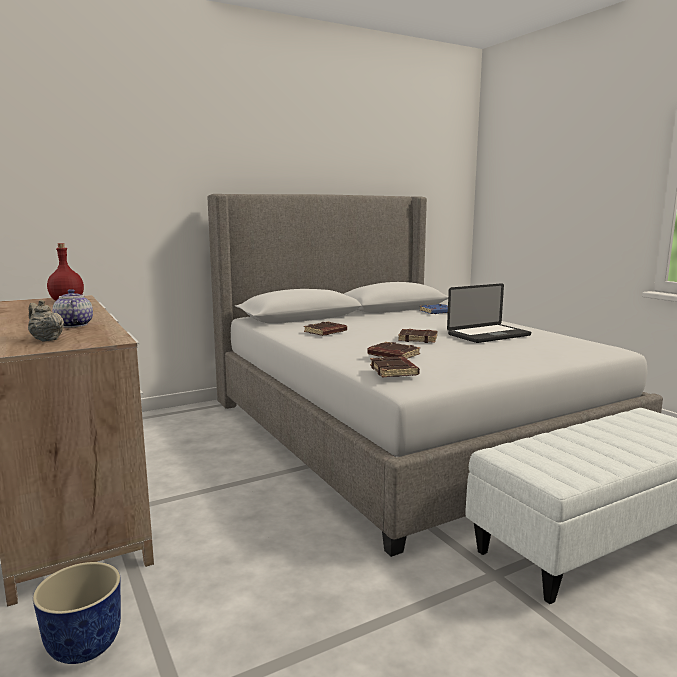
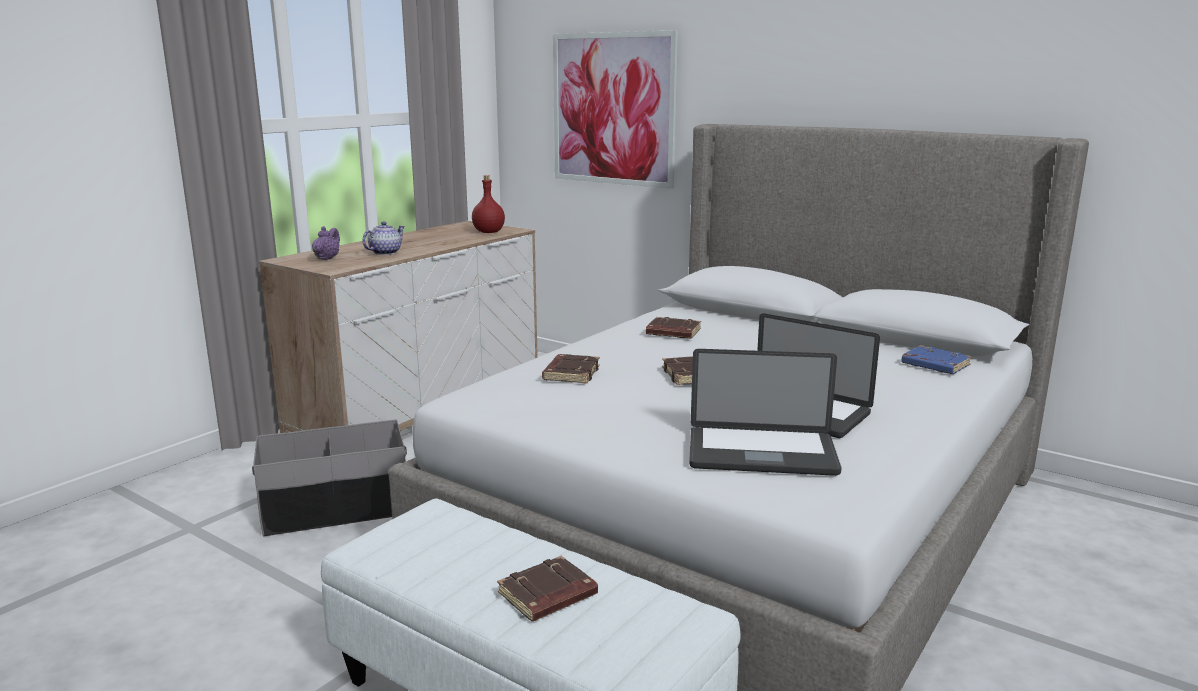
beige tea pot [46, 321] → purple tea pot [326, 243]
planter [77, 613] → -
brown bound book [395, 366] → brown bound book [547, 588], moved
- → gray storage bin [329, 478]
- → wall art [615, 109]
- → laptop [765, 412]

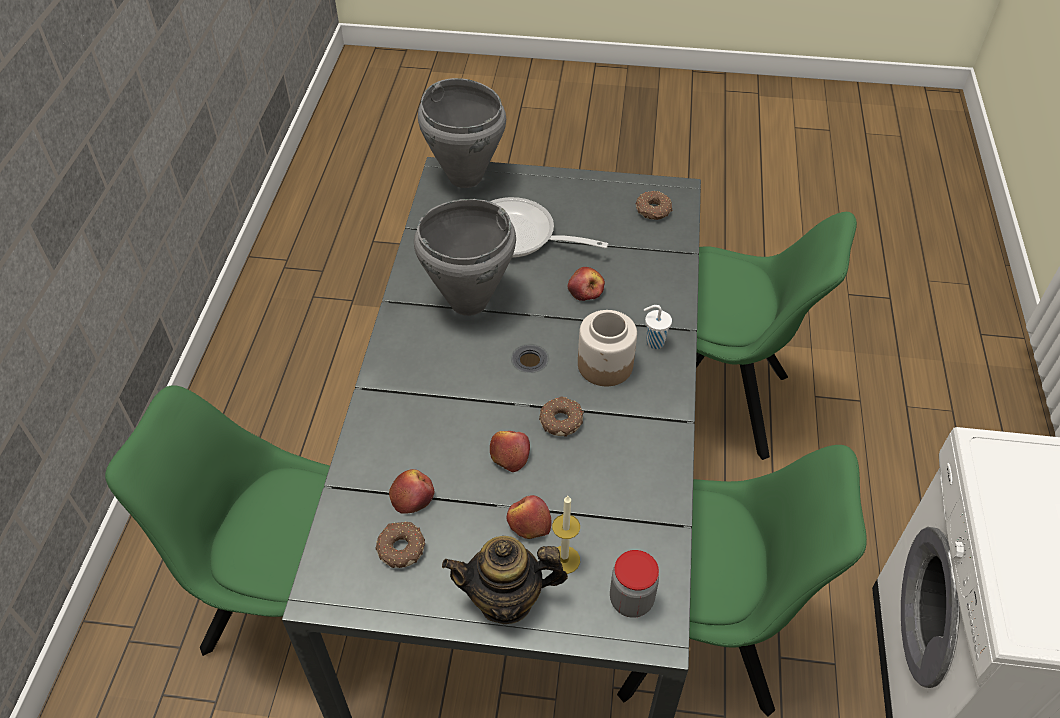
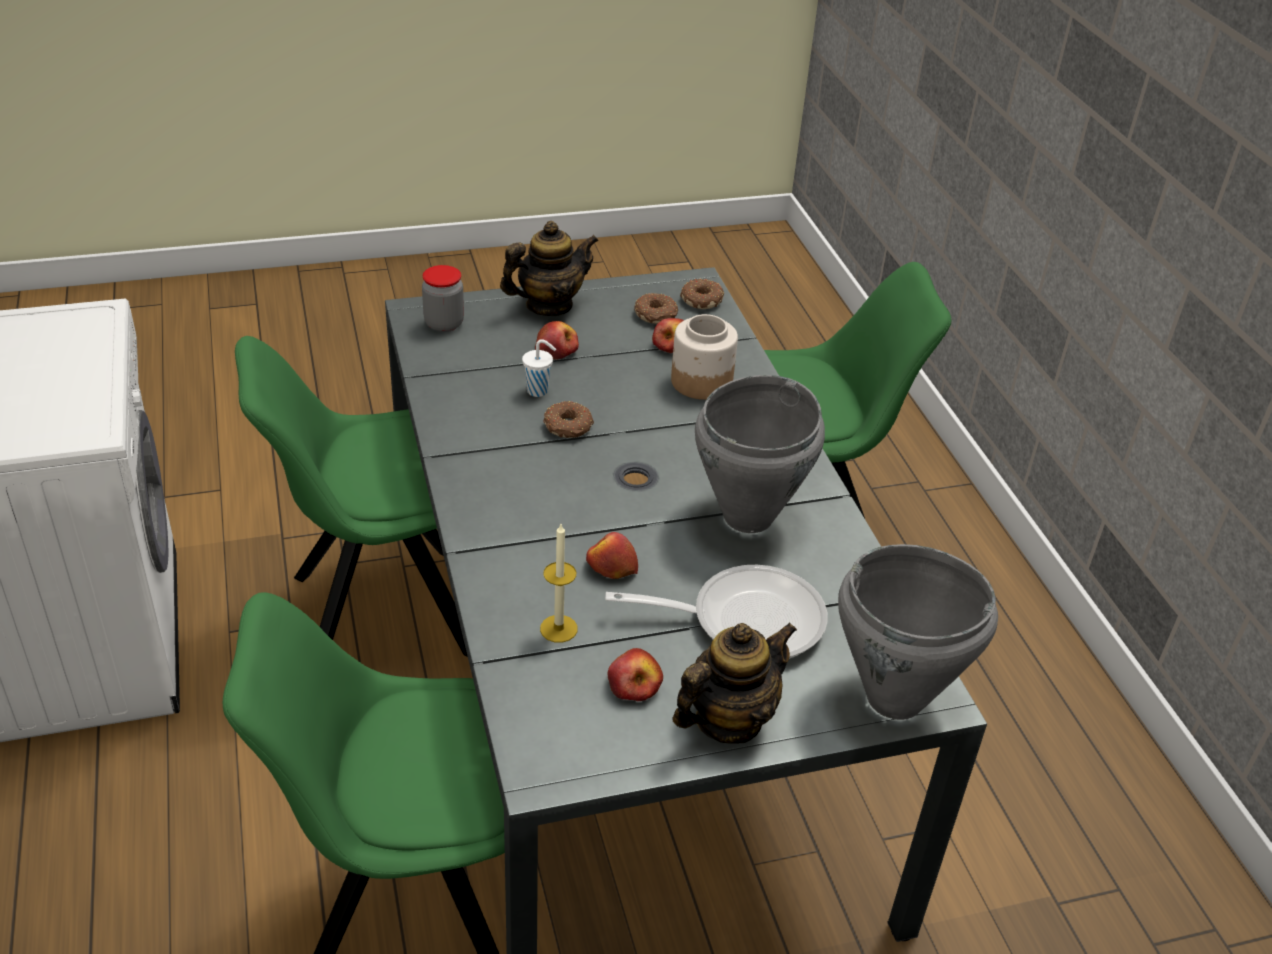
apple [510, 451] → apple [635, 674], moved
wax light [566, 535] → wax light [559, 583], moved
jar [607, 348] → jar [704, 357], moved
doughnut [654, 205] → doughnut [702, 294], moved
whitish small cup [658, 327] → whitish small cup [539, 368], moved
- → tea pot [735, 683]

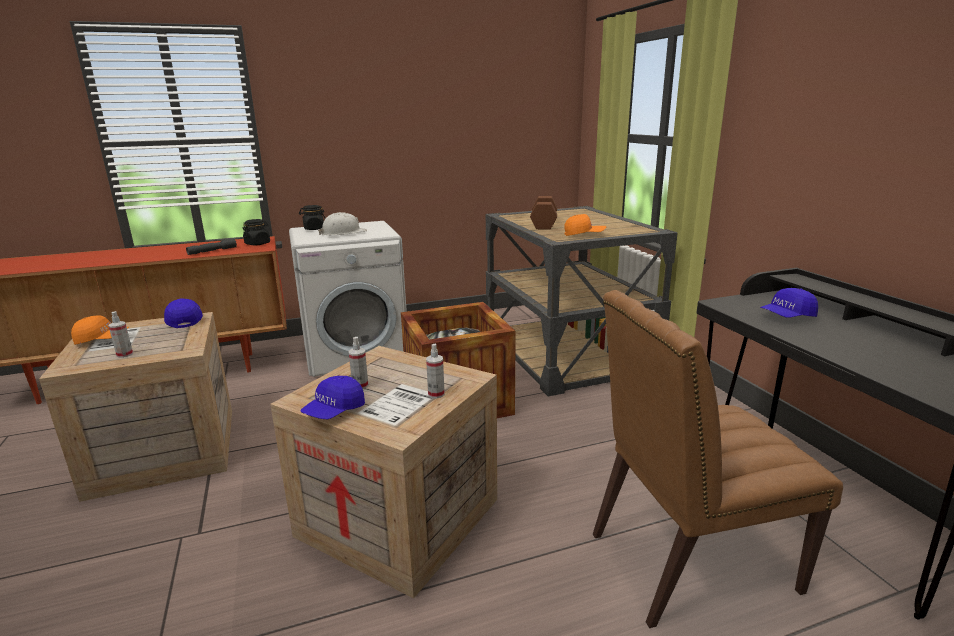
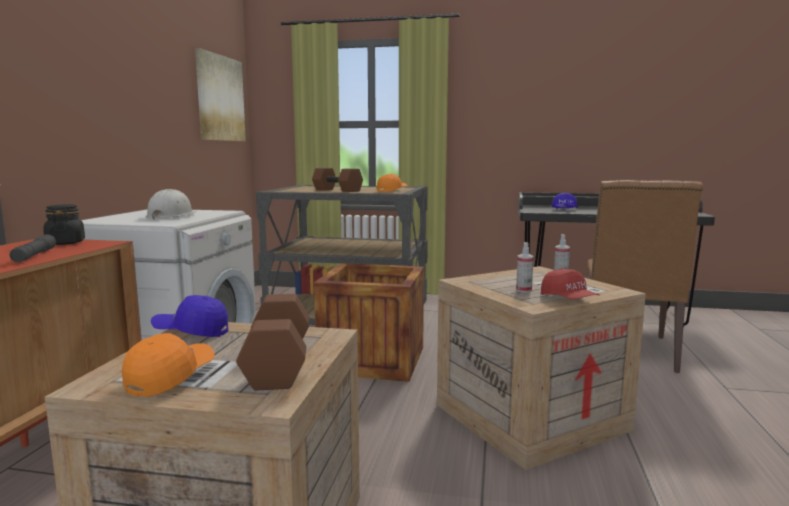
sprayer [120, 334] → brown free weight [273, 342]
black jar [312, 217] → -
blue peaked cap [332, 397] → red peaked cap [570, 283]
- → wall art [220, 94]

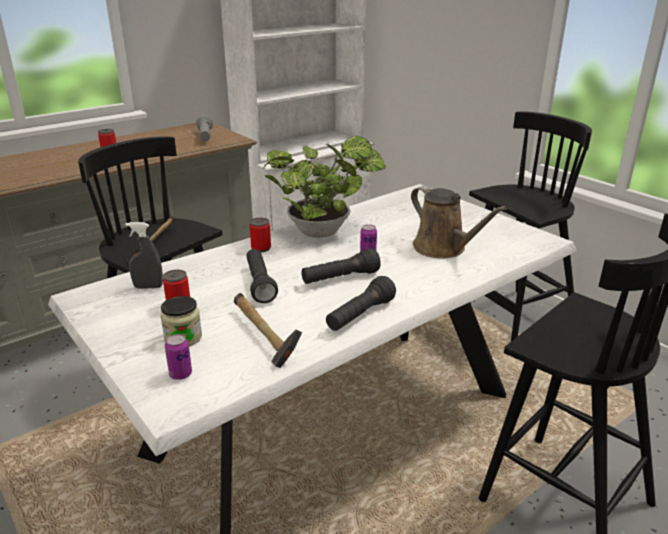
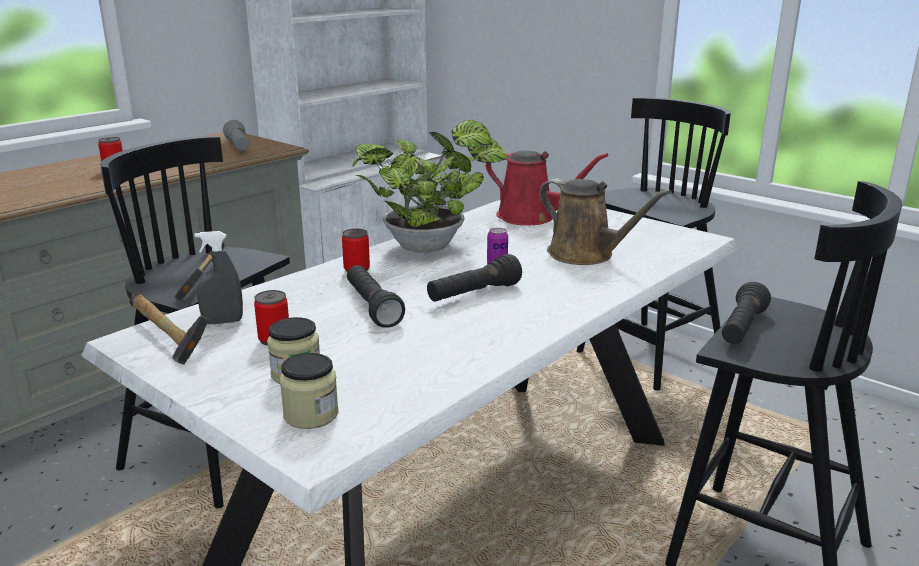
metal can [178, 357] → jar [309, 391]
hammer [268, 330] → hammer [169, 328], moved
black hand torch [361, 303] → black hand torch [746, 313], moved
- → red watering pot [547, 187]

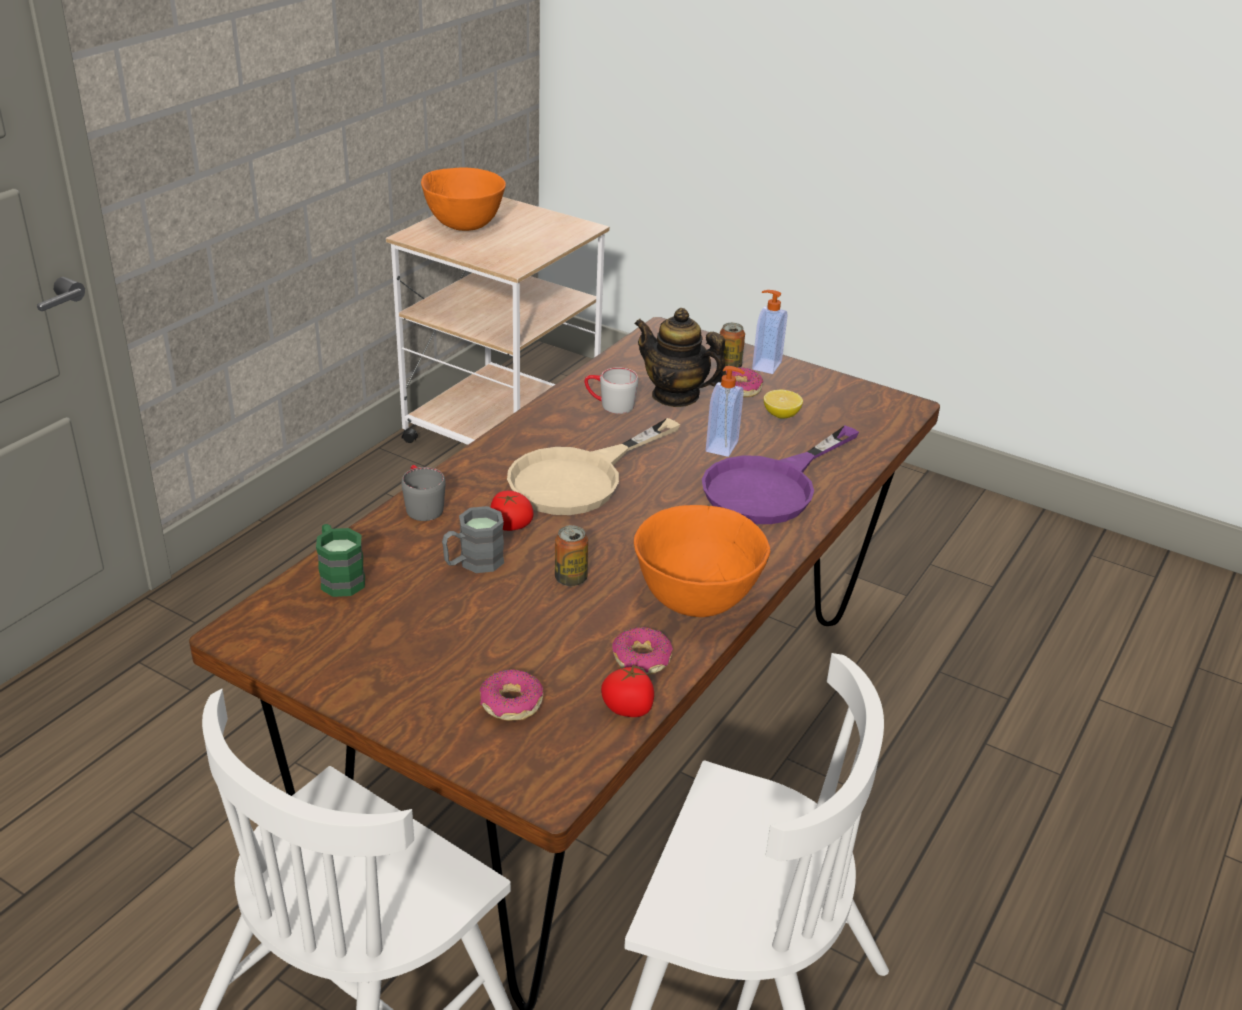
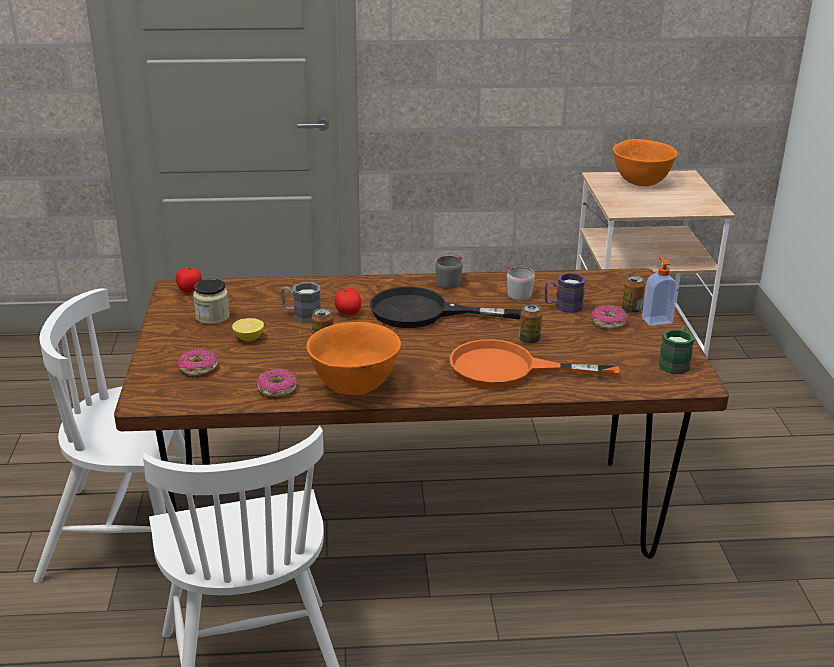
green-coloured mug [340, 560] → green-coloured mug [676, 350], moved
gray mug [423, 493] → gray mug [449, 272], moved
beige skillet [593, 466] → black skillet [445, 307]
fresh tomato [627, 690] → fresh tomato [189, 279], moved
tea pot [680, 357] → purple mug [565, 292]
purple skillet [780, 474] → orange-coloured skillet [534, 363]
soap bottle [725, 411] → metal can [530, 324]
lemon [783, 404] → lemon [248, 329], moved
- → jar [211, 301]

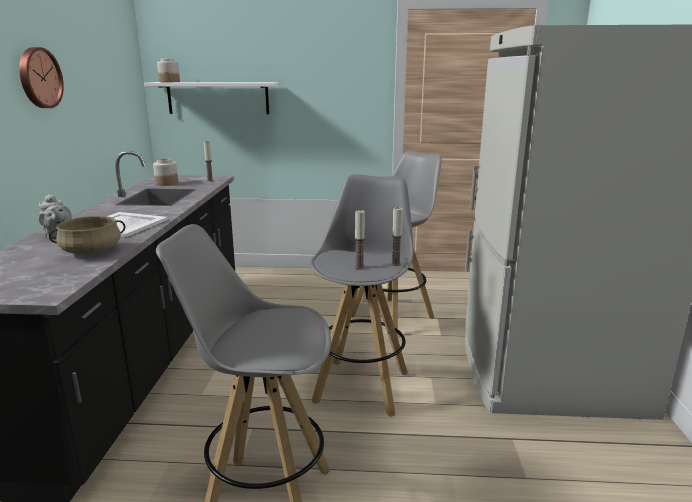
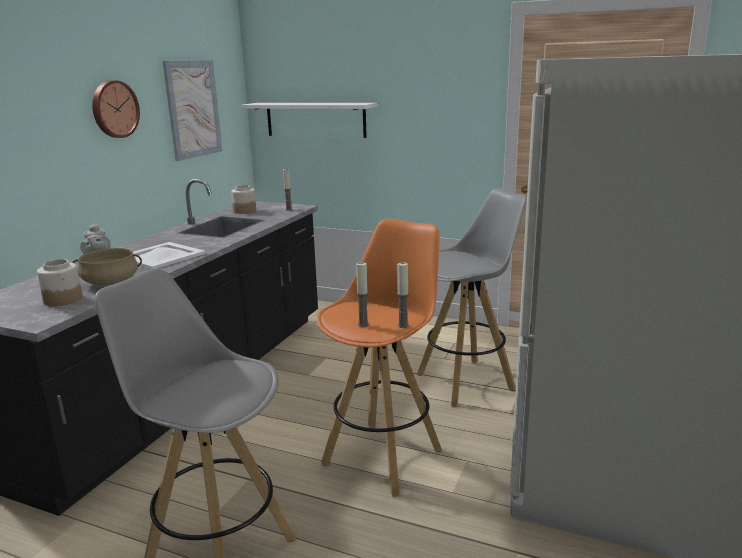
jar [168, 70] → jar [60, 282], moved
gray sitting stool [362, 295] → orange-coloured sitting stool [379, 357]
- → wall art [192, 110]

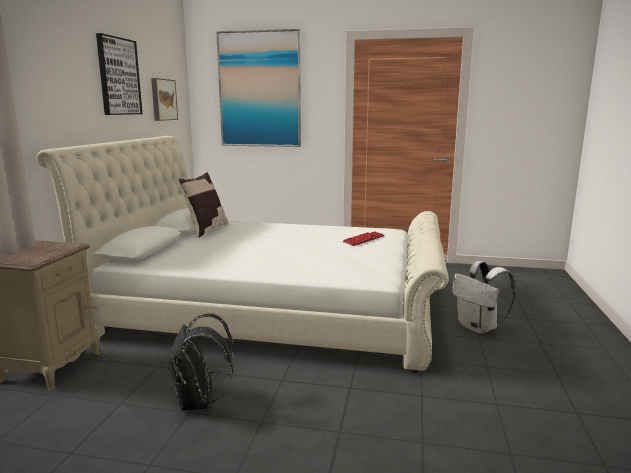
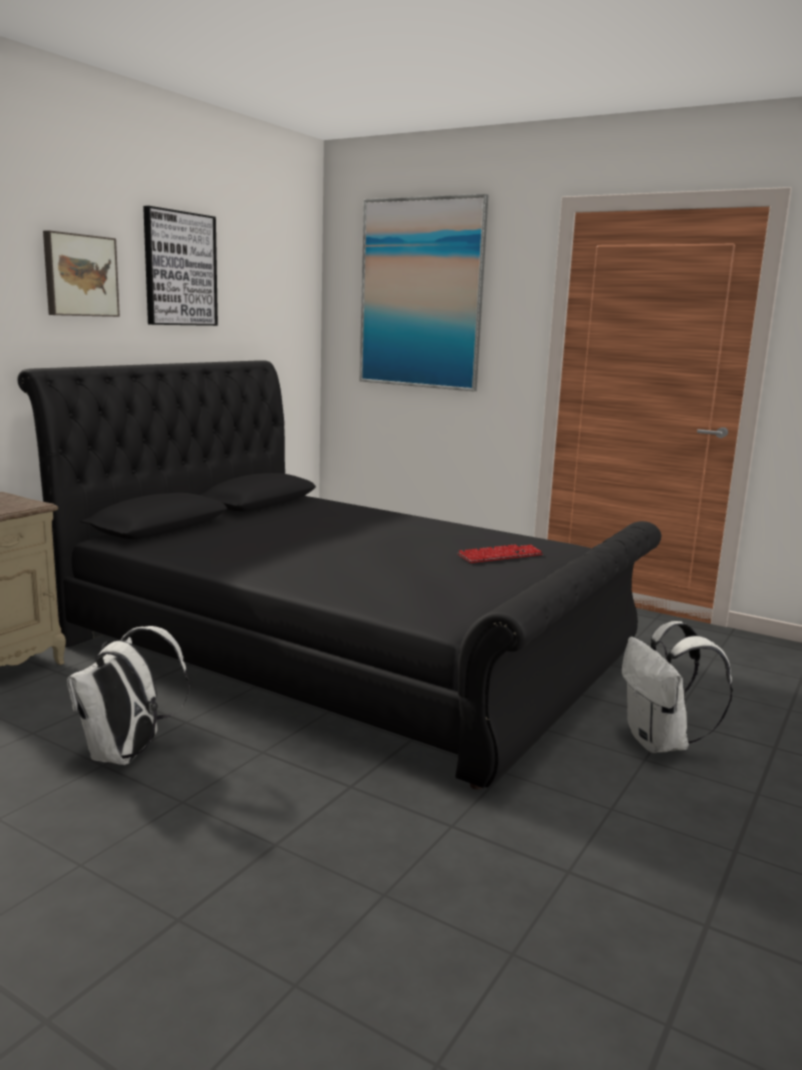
beige bedroom bed [242, 254] → black bedroom bed [339, 575]
wall art [164, 99] → wall art [81, 273], moved
black backpack [201, 362] → whitish backpack [128, 695]
throw pillow [203, 205] → -

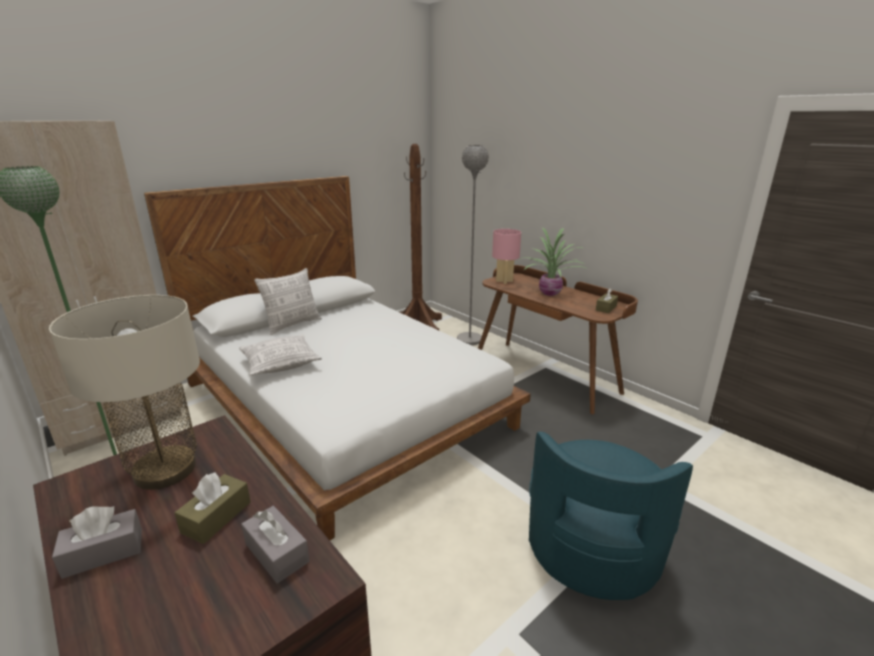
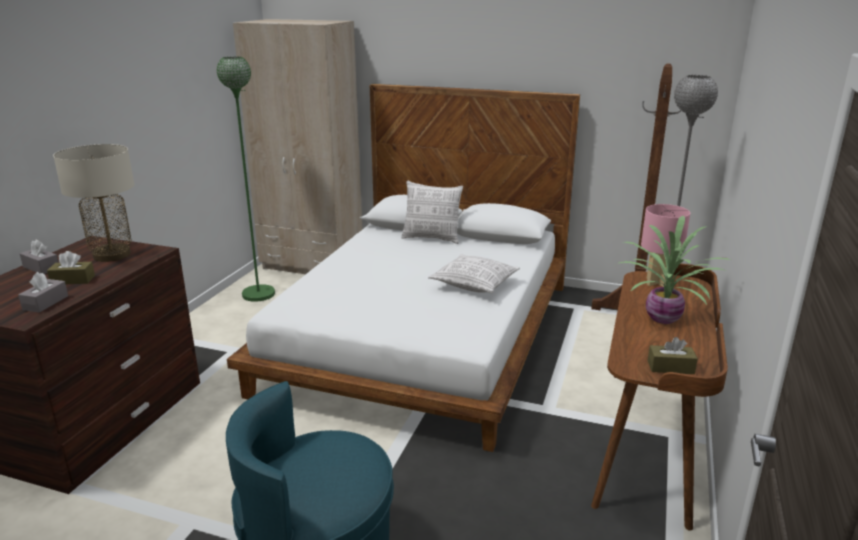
throw pillow [280, 355] → throw pillow [474, 273], moved

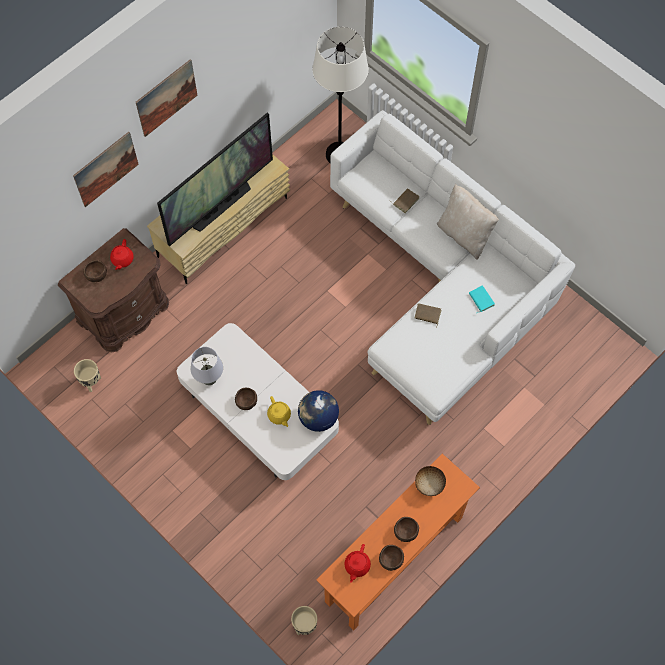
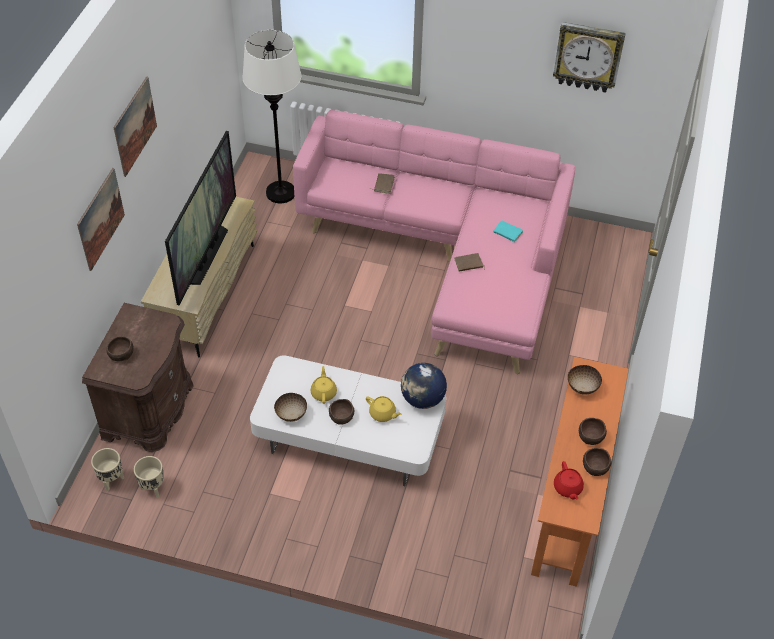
red tea pot [122, 254] → -
gray lamp for a table [207, 366] → serving bowl [290, 407]
beige planter [304, 620] → beige planter [107, 469], moved
whitish sofa [452, 267] → pink-coloured sofa [434, 242]
beige throw pillow [468, 222] → -
- → yellowish tea pot [324, 385]
- → wall clock [589, 57]

